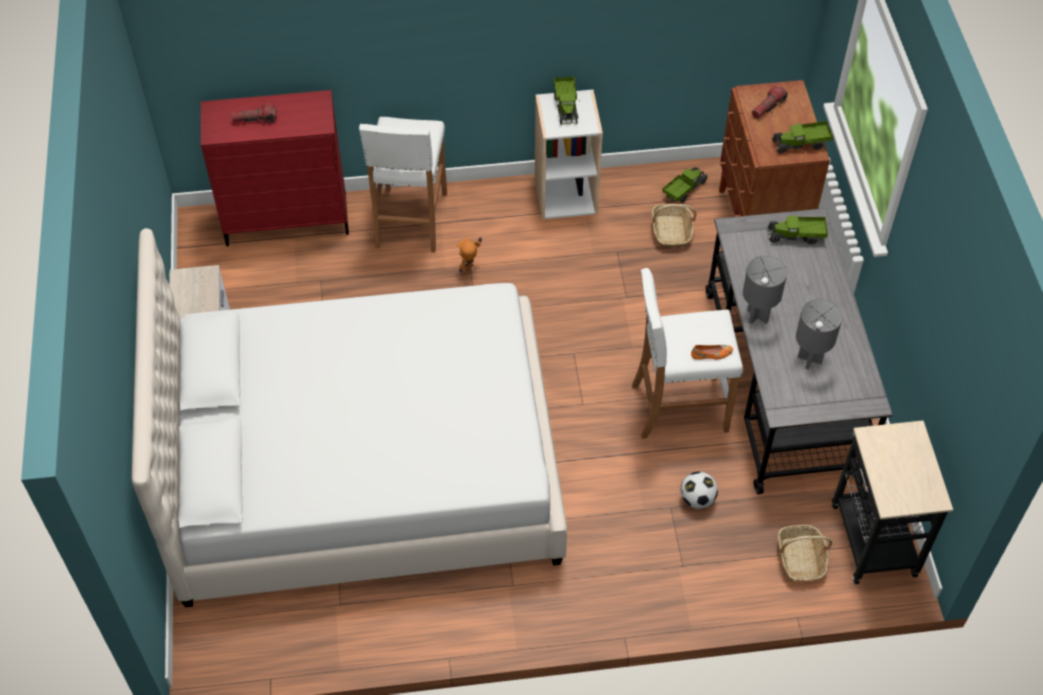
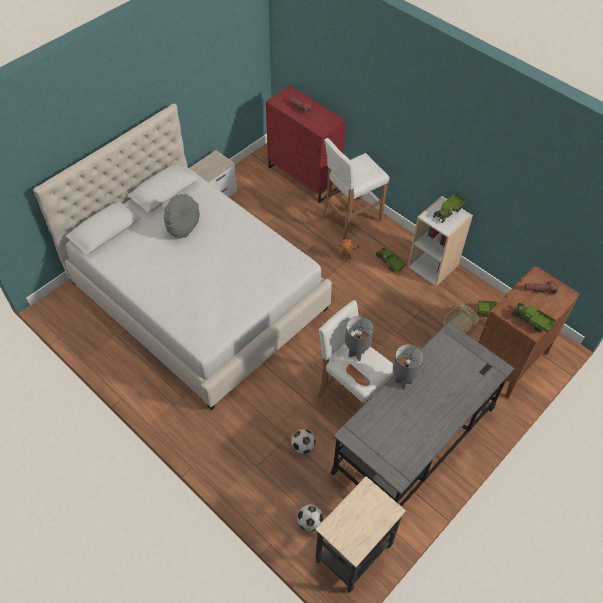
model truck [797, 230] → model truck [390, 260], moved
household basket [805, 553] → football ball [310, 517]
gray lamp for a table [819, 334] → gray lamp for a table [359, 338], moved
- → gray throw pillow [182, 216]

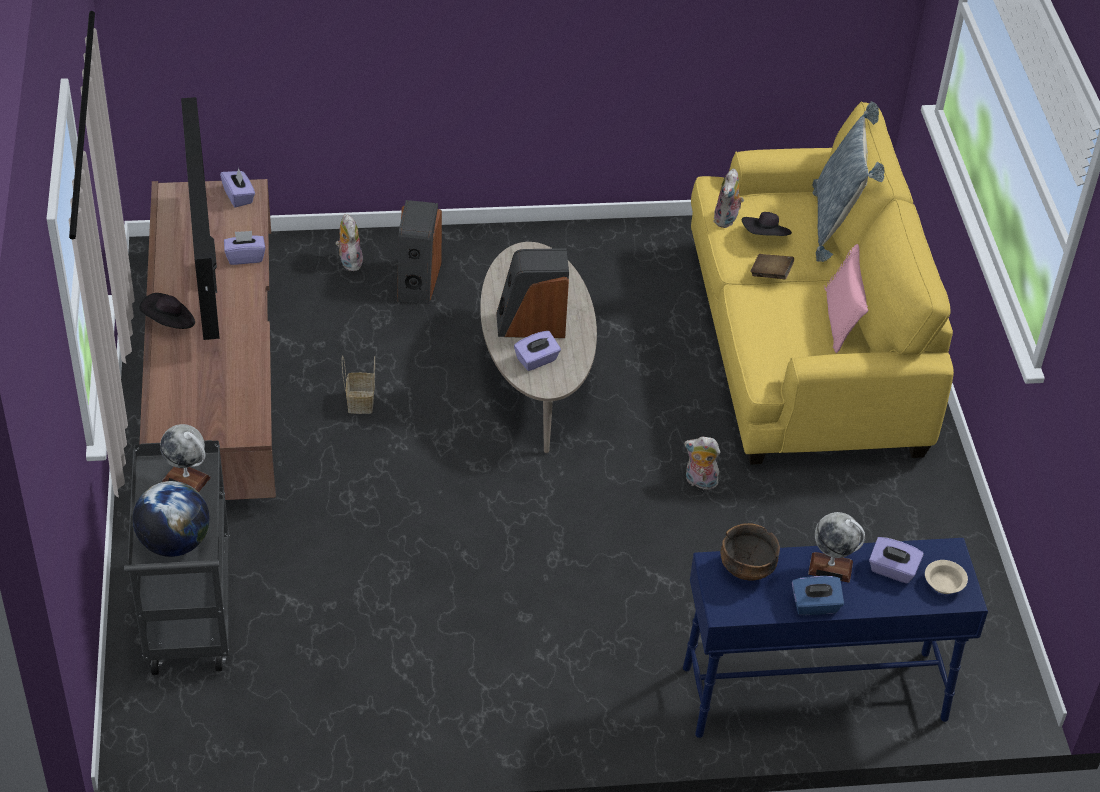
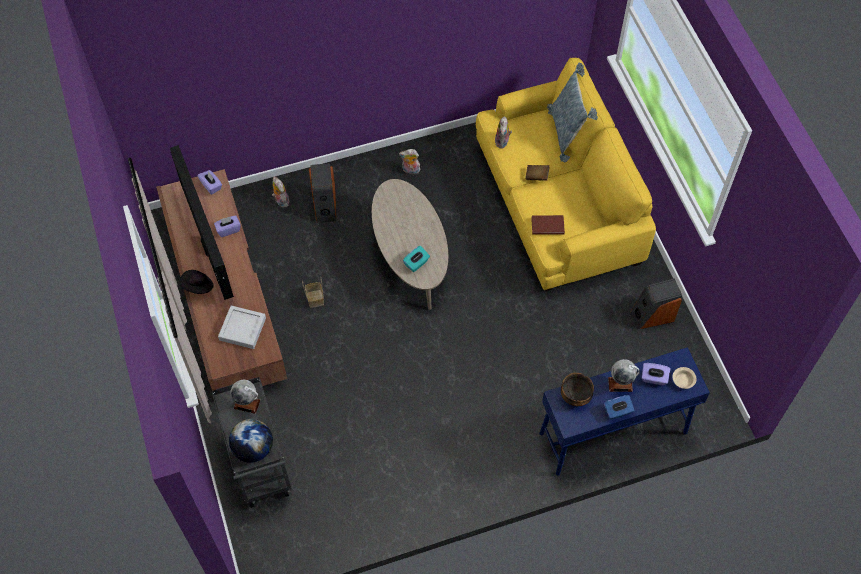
loudspeaker [532, 293] → loudspeaker [656, 304], moved
purple tissue box [537, 351] → blue-green tissue box [416, 259]
cuddly toy [702, 463] → cuddly toy [409, 162], moved
black wearable hat [767, 224] → -
pink-coloured throw pillow [846, 298] → -
- → gray carrying tray [242, 327]
- → brown bound book [548, 225]

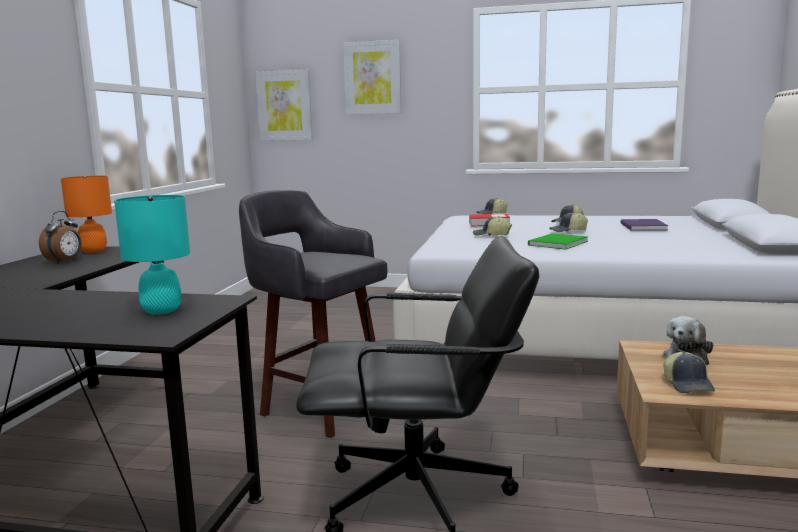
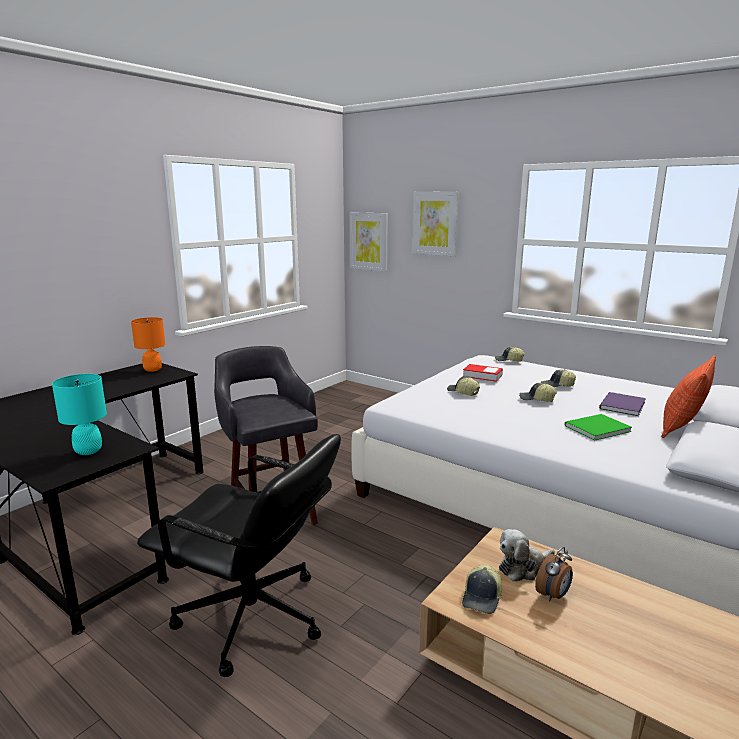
table clock [60, 237] → table clock [554, 574], moved
green-coloured bound book [558, 241] → green-coloured bound book [598, 427], moved
- → orange-coloured throw pillow [688, 396]

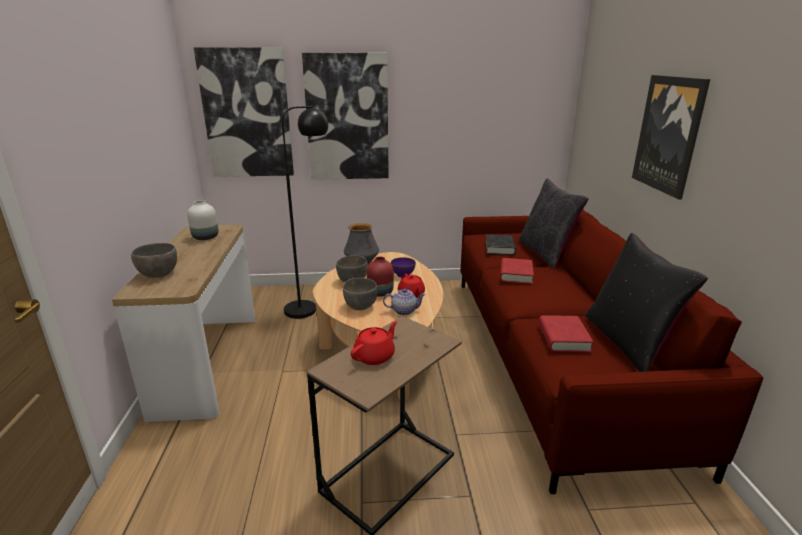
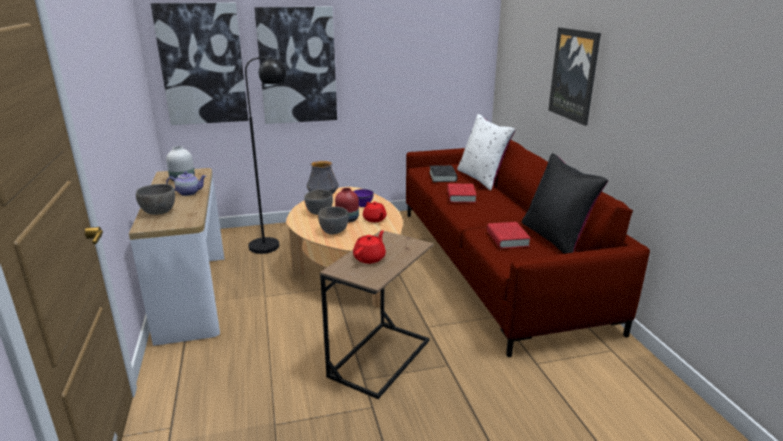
tea pot [404, 301] → tea pot [186, 183], moved
black throw pillow [553, 223] → whitish throw pillow [486, 152]

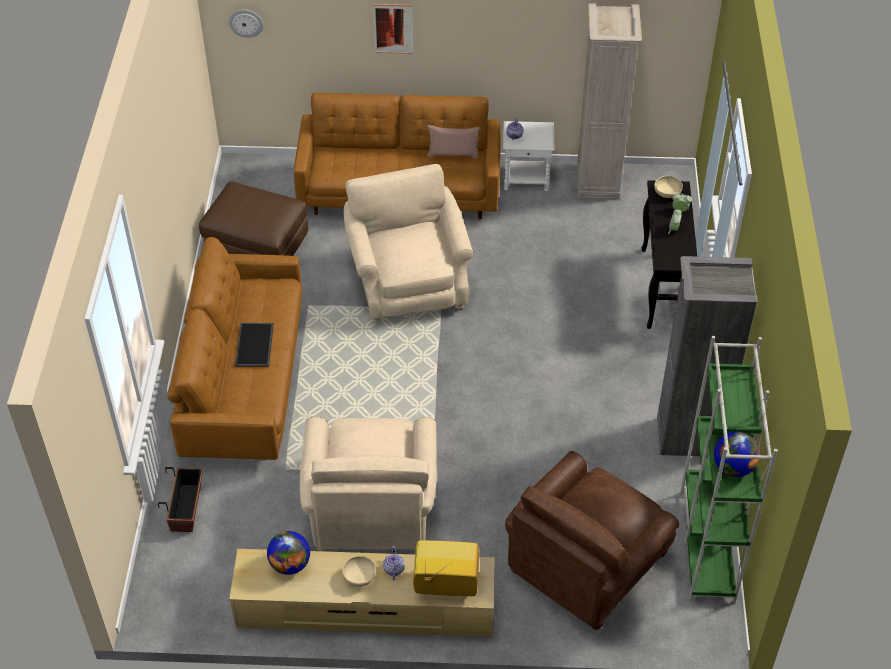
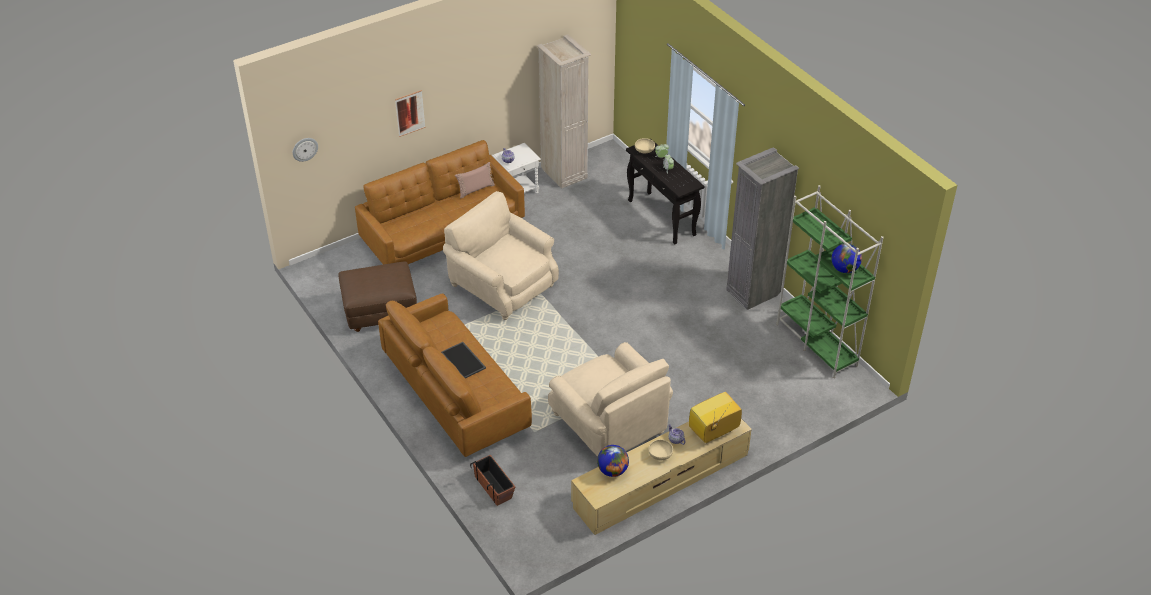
brown easy chair [592, 540] → -

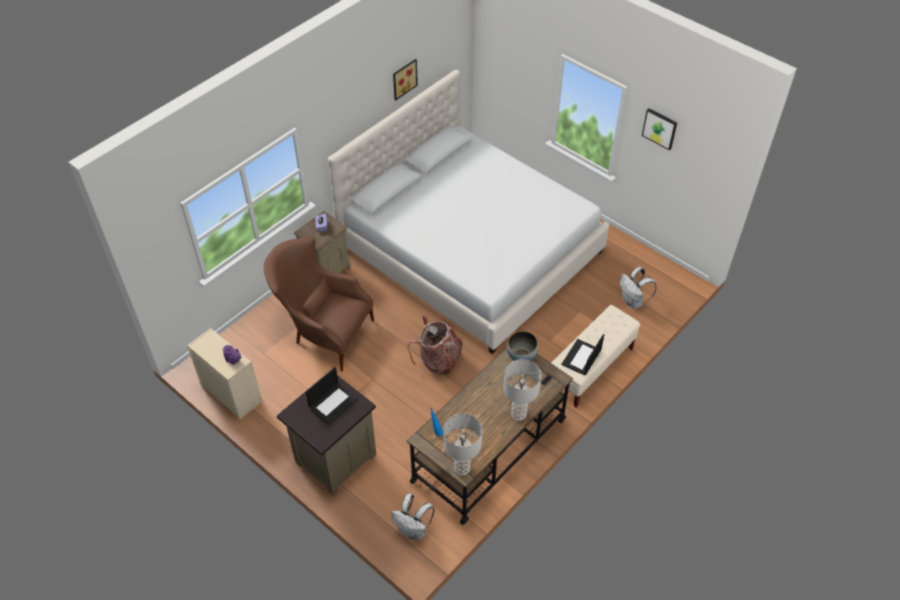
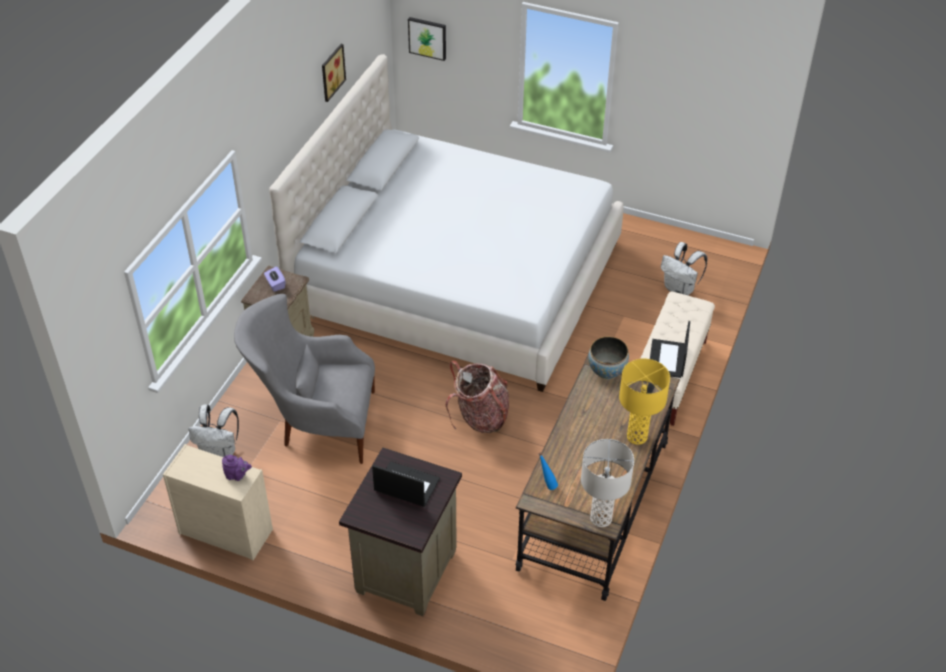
brown easy chair [319, 304] → gray easy chair [304, 379]
laptop [332, 395] → laptop [406, 484], 90 degrees counterclockwise
whitish backpack [412, 517] → whitish backpack [214, 430], moved
whitish lamp for a table [522, 390] → yellowish lamp for a table [644, 402]
wall art [659, 129] → wall art [427, 39], moved

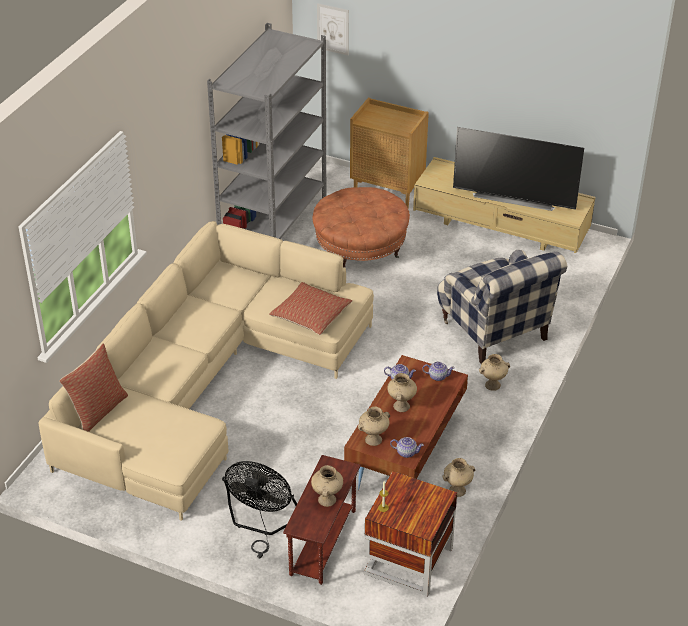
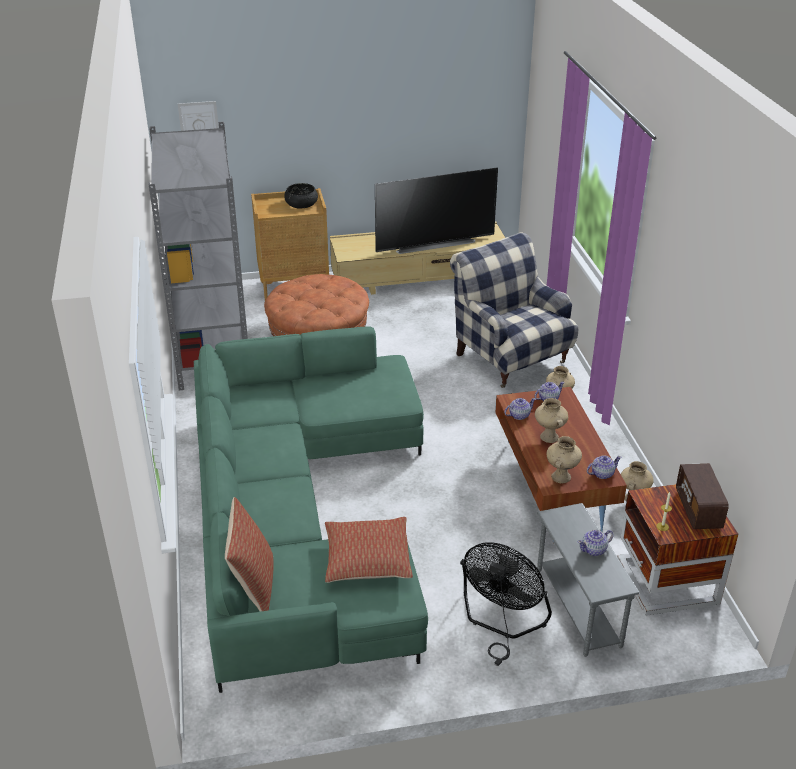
beige sofa [206, 371] → green-coloured sofa [311, 510]
black cooling fan [259, 509] → black cooling fan [506, 604], 45 degrees clockwise
throw pillow [310, 308] → throw pillow [369, 550], moved
brown end table [322, 520] → gray end table [588, 580]
beige vase [327, 486] → tea pot [596, 542]
easy chair [502, 307] → easy chair [514, 310], 150 degrees counterclockwise
- → black serving bowl [301, 195]
- → radio set [702, 496]

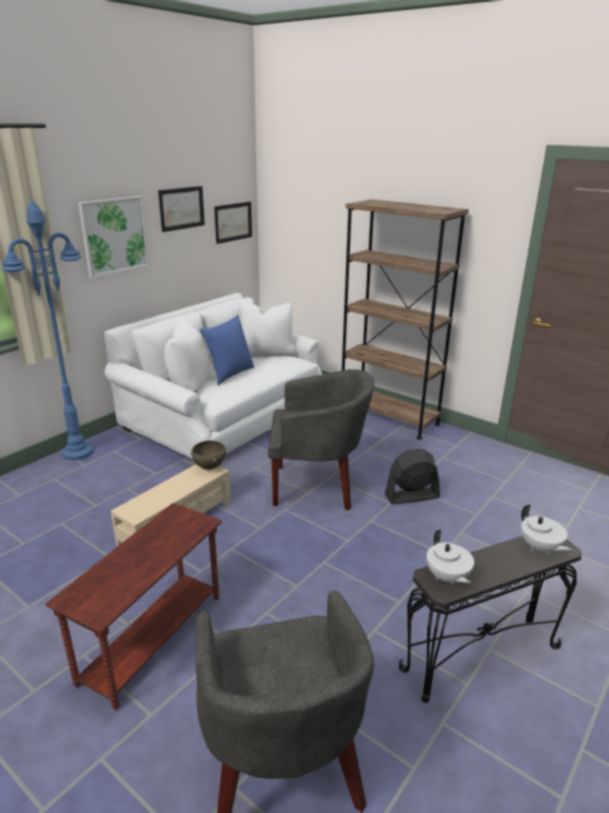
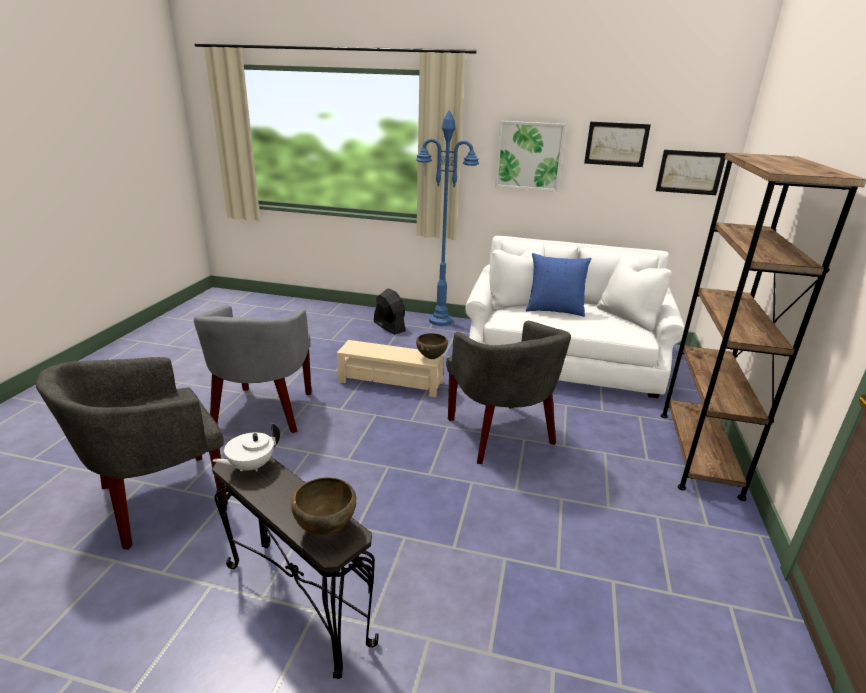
brown end table [133, 606] → gray easy chair [252, 369]
black cooling fan [412, 476] → black cooling fan [390, 311], moved
whitish tea pot [546, 529] → brown serving bowl [324, 506]

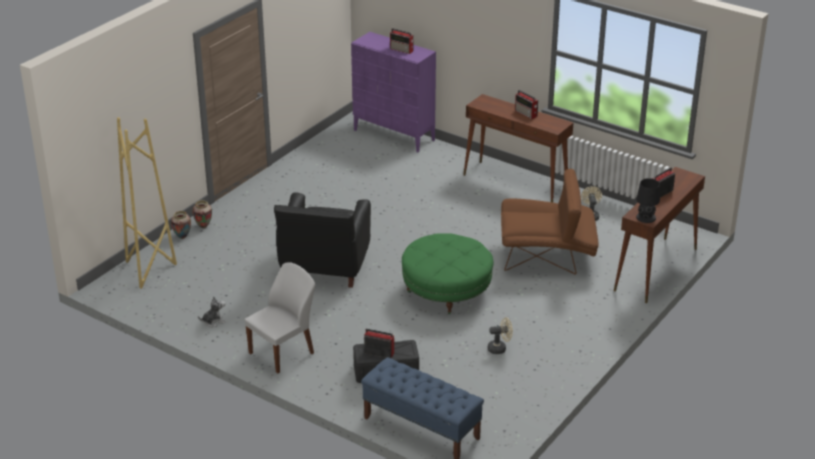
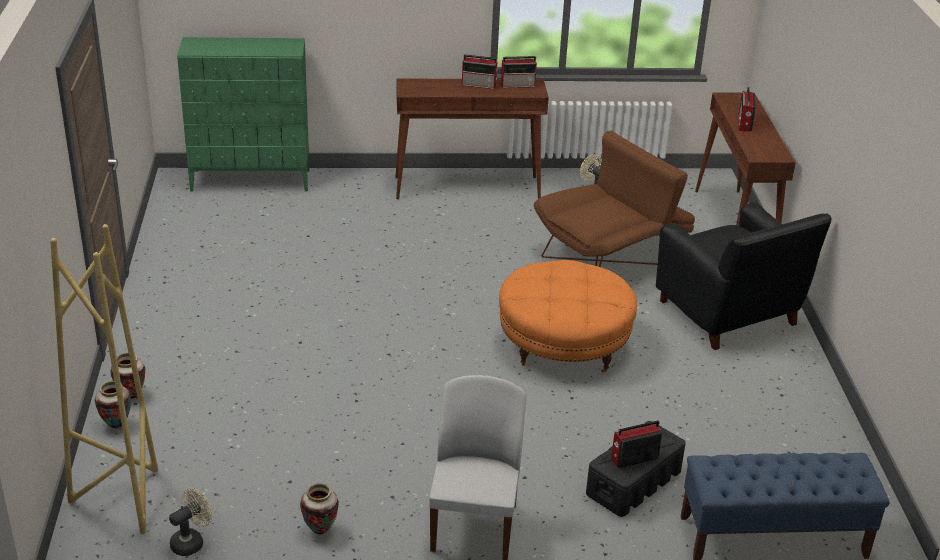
cuddly toy [212, 311] → vase [319, 509]
black easy chair [322, 240] → black easy chair [743, 276], moved
purple dresser [393, 92] → green-coloured dresser [243, 114]
radio set [402, 41] → radio set [519, 72], moved
green-coloured ottoman [448, 273] → orange-coloured ottoman [568, 316]
beige cooling fan [500, 335] → beige cooling fan [190, 522], moved
black lamp for a table [648, 200] → -

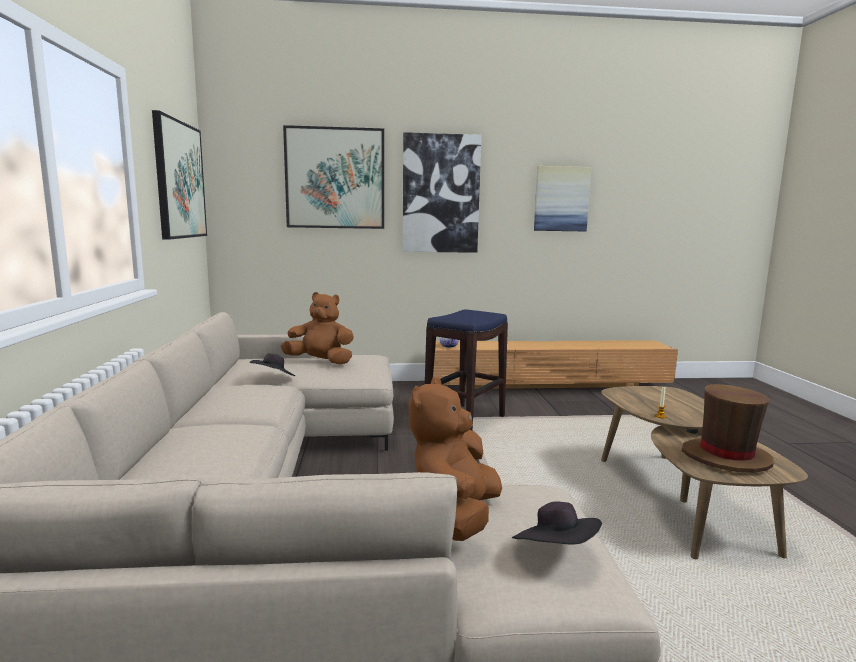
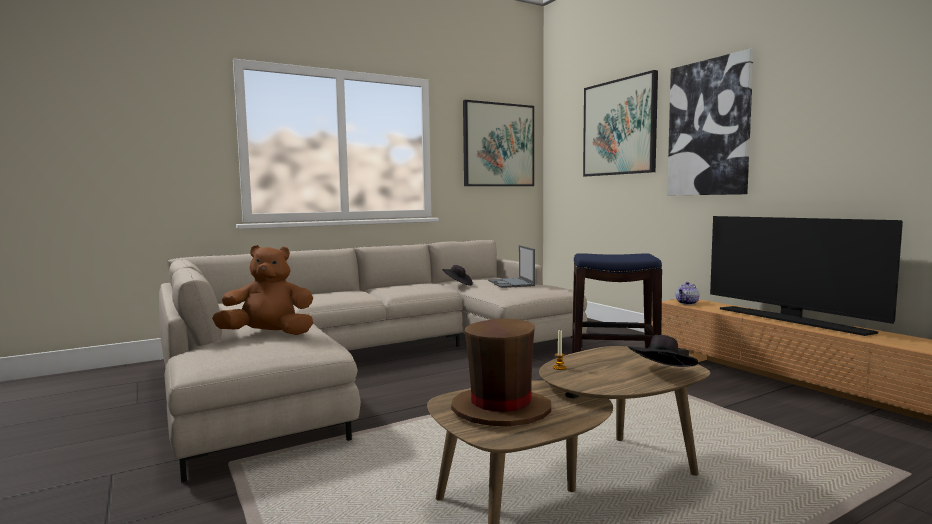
brown cuddly toy [317, 328] → laptop [511, 266]
black wearable hat [557, 522] → black wearable hat [663, 351], moved
wall art [562, 198] → -
- → TV set [806, 276]

